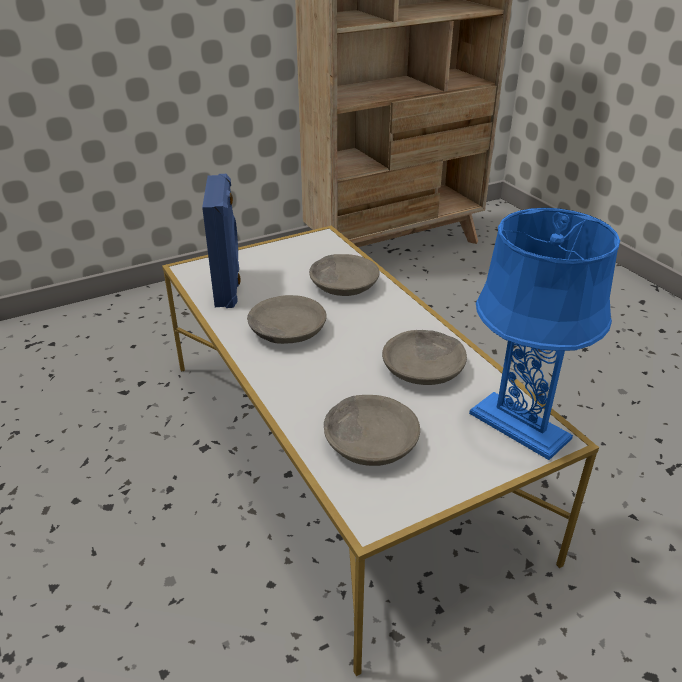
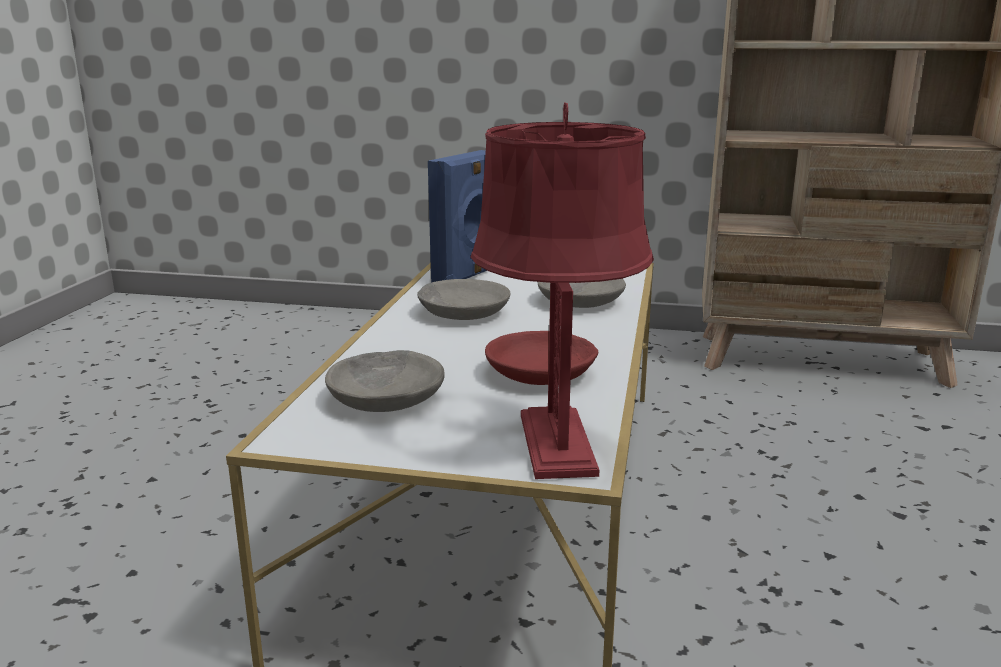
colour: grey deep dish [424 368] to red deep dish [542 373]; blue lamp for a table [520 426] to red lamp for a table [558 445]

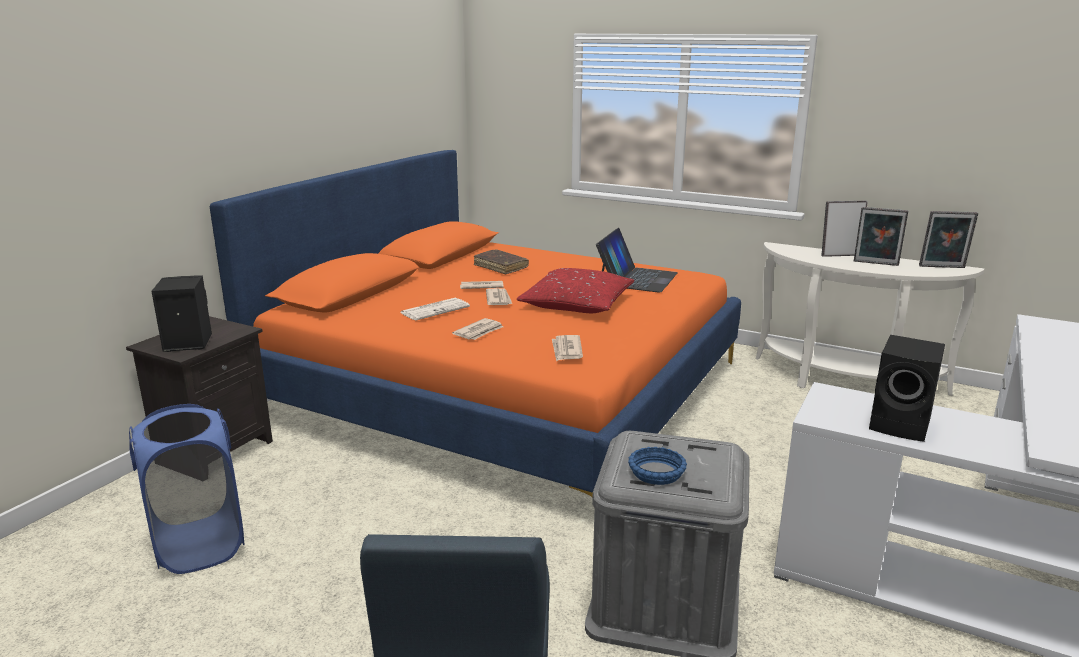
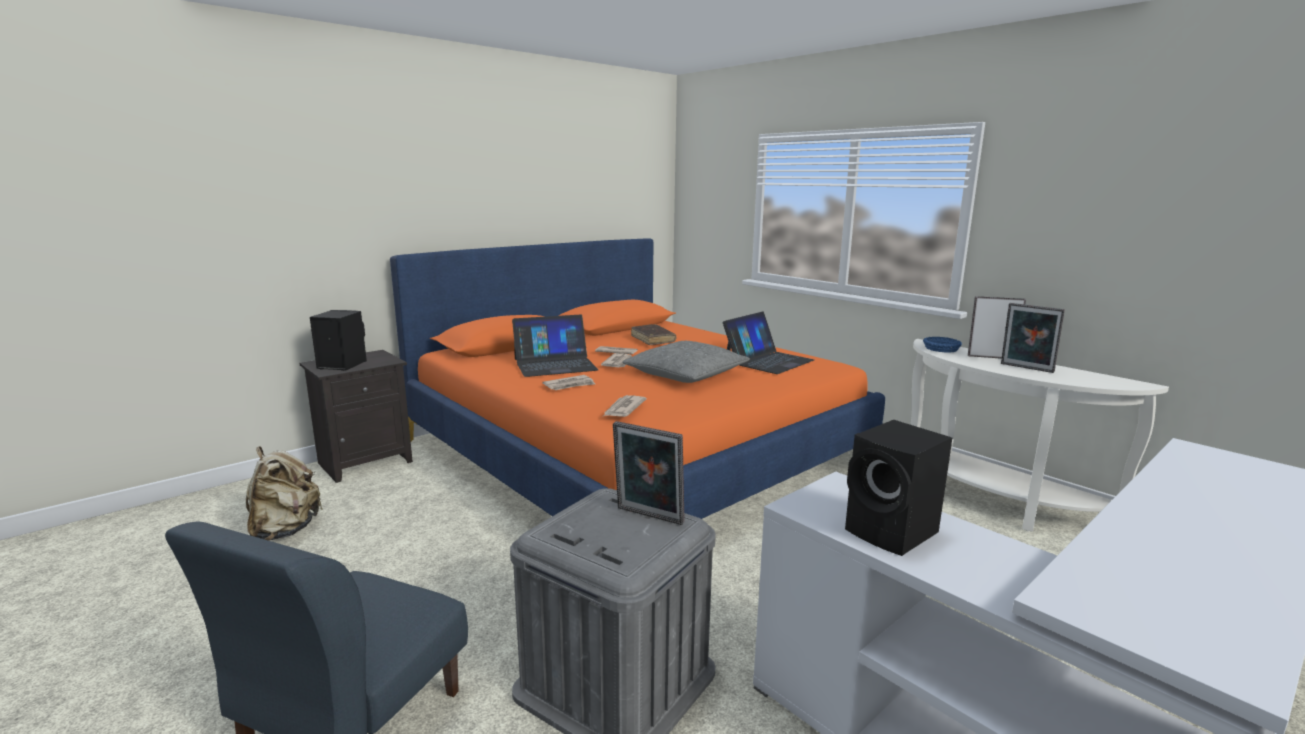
relocated: blue deep dish [656 471] to [941 348]; picture frame [942 267] to [648 517]
exchanged: blue hamper [199 545] to beige knapsack [285 531]; newspaper [435 310] to portable computer [555 364]
colour: red throw pillow [576 304] to grey throw pillow [685 374]

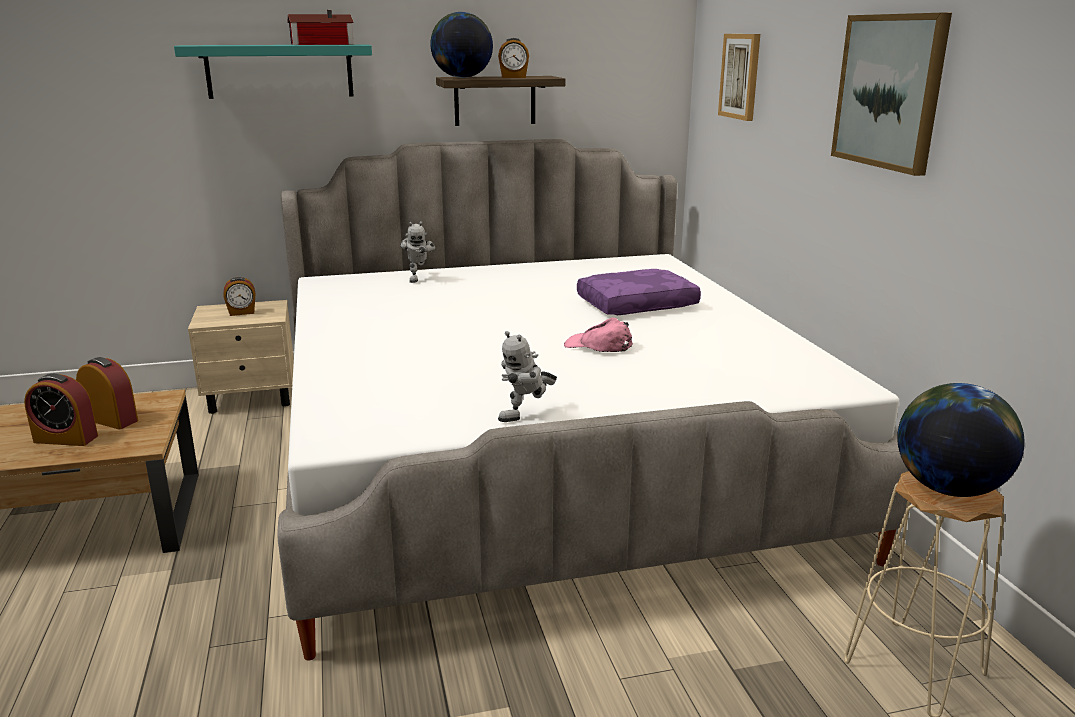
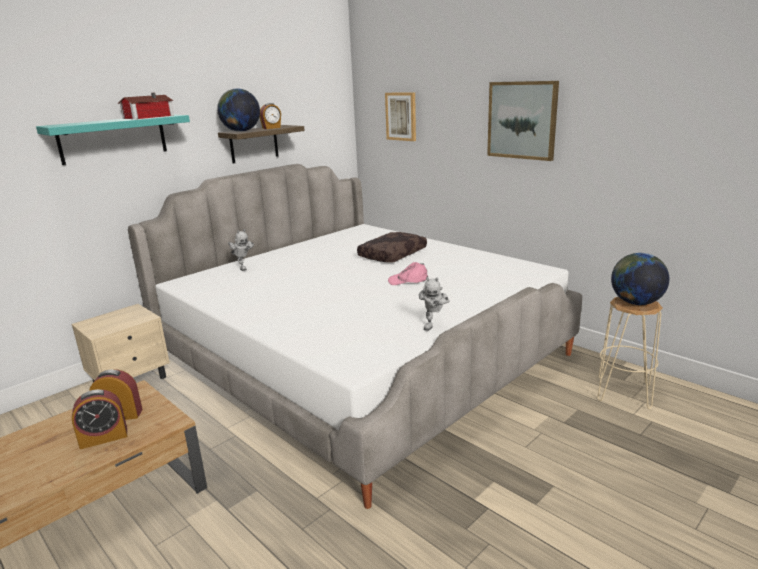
missing: bedside clock [242 312]
colour: purplish throw pillow [637 304] to brownish throw pillow [392 254]

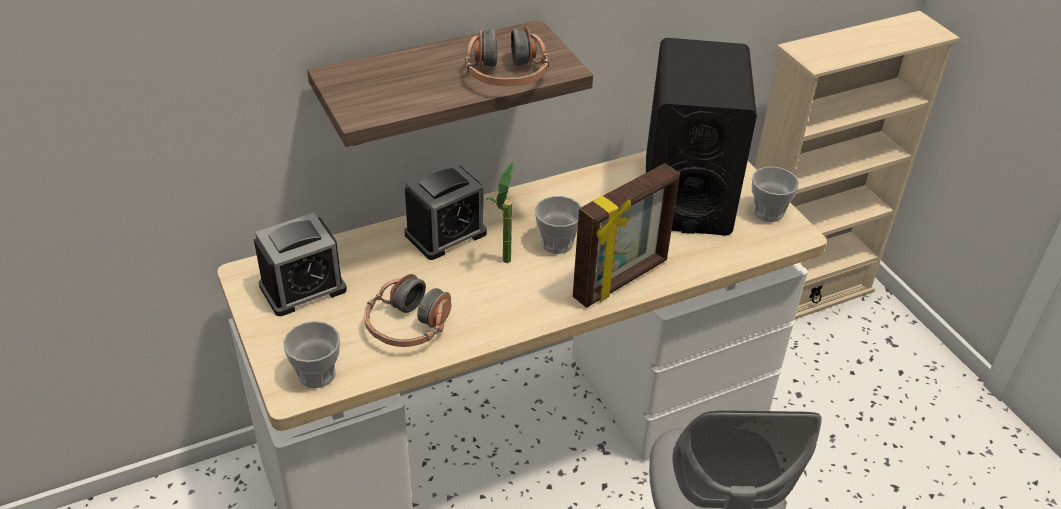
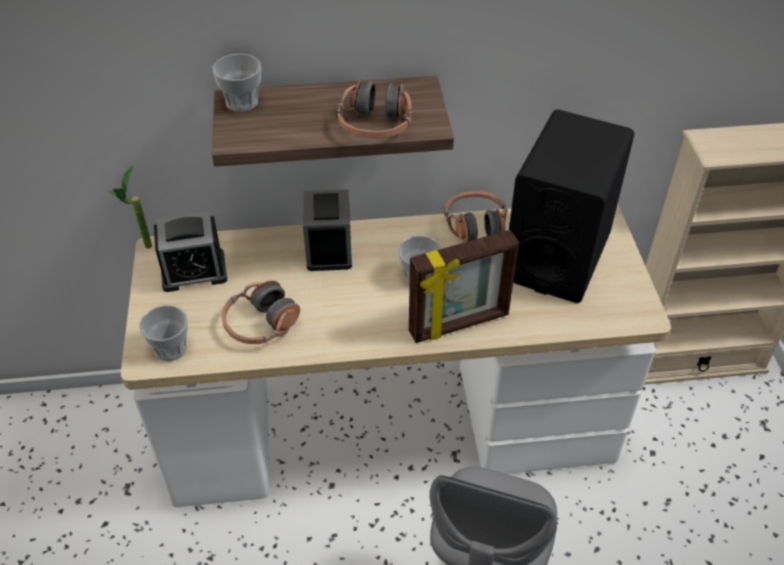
appeared: pair of headphones [475 225]
relocated: potted plant [504 266] to [143 250]; small cup [768 212] to [242 102]
spun: bedside clock [445 234] = [329 248] 105 degrees clockwise

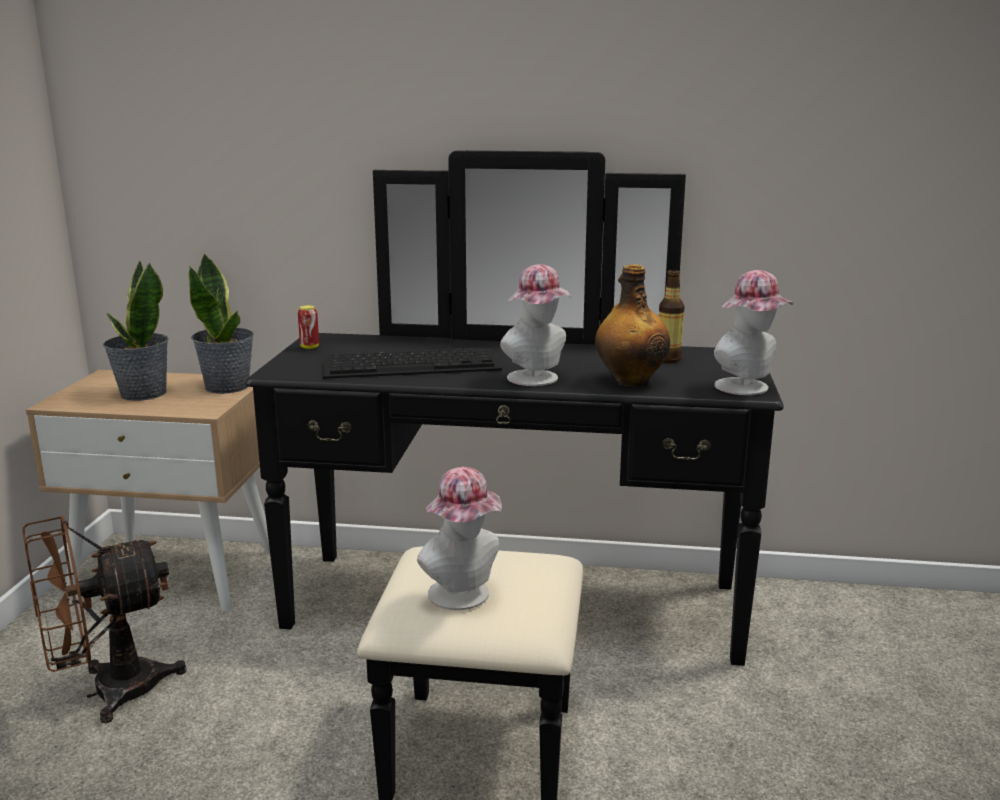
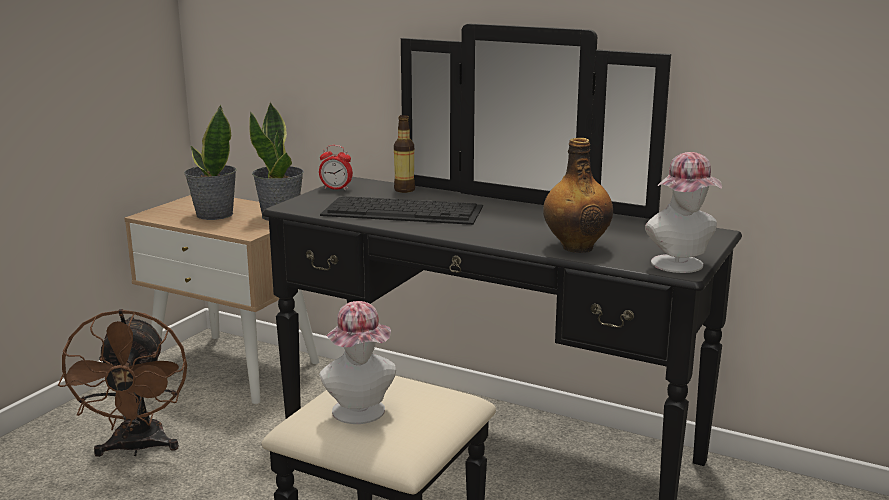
missing: wearable hat [537 379]
relocated: bottle [668 359] to [404 190]
exchanged: metal can [309 347] to bedside clock [336 189]
spun: brownish cooling fan [108 692] = [137 448] 90 degrees counterclockwise

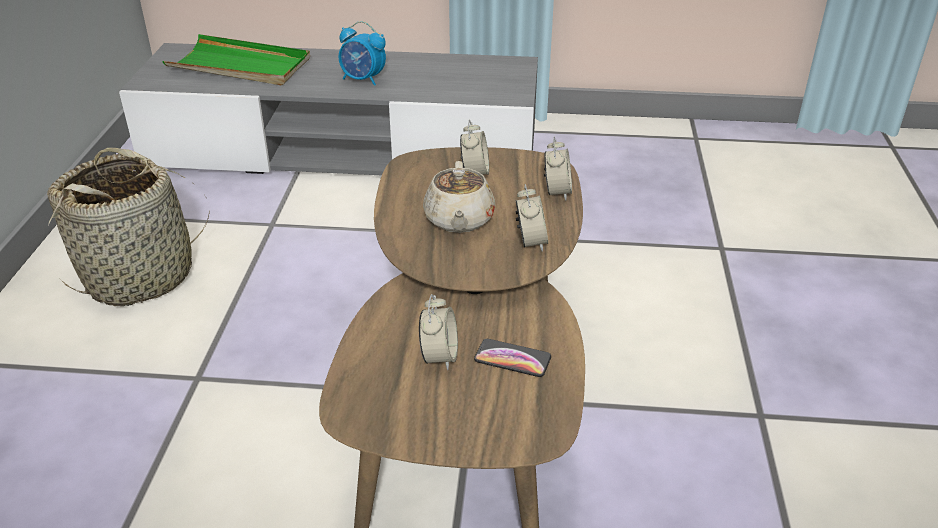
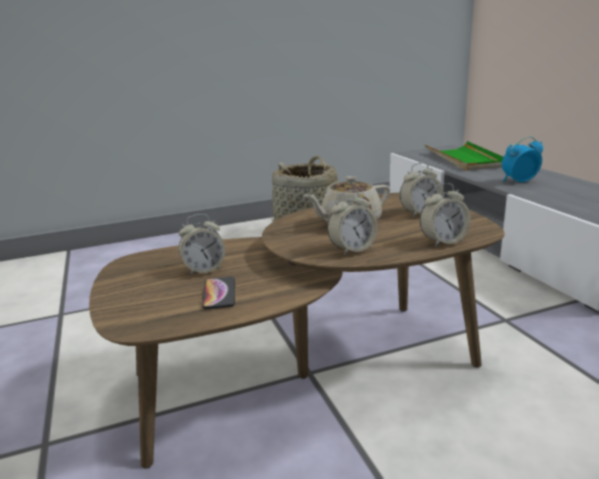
spun: bedside clock [363 79] = [518 181] 75 degrees clockwise

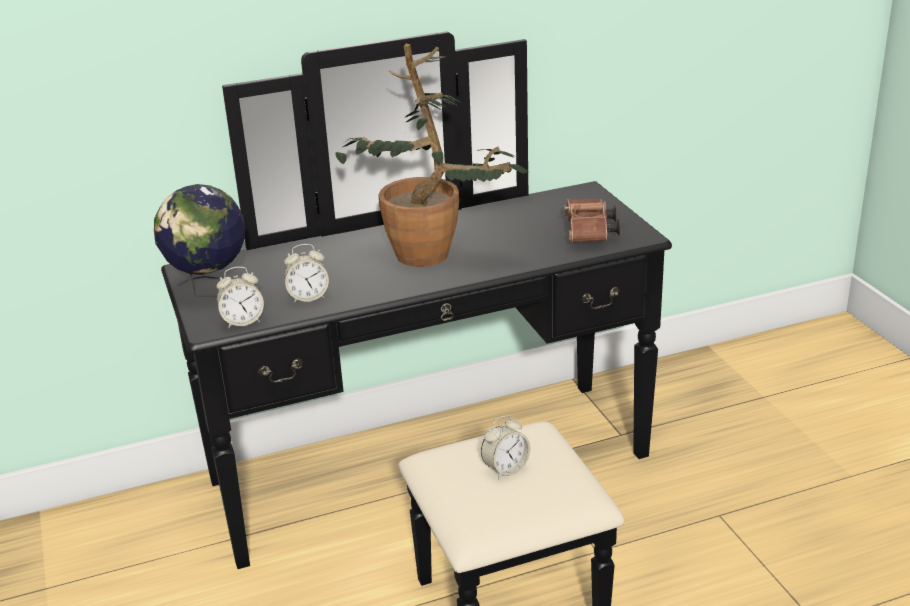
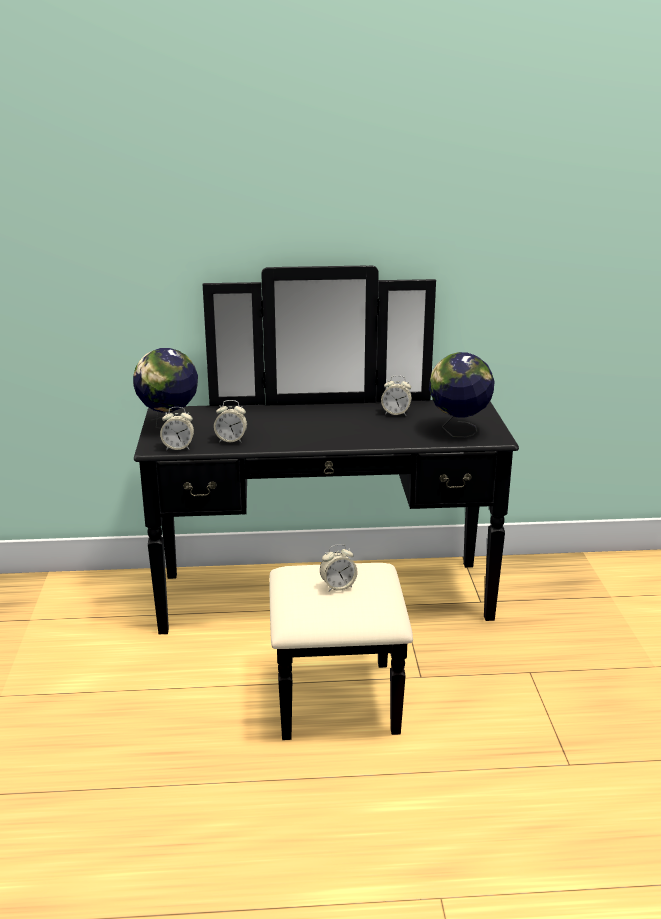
missing: potted plant [434 258]
appeared: bedside clock [396 413]
exchanged: brownish binoculars [589 234] to world globe [458 431]

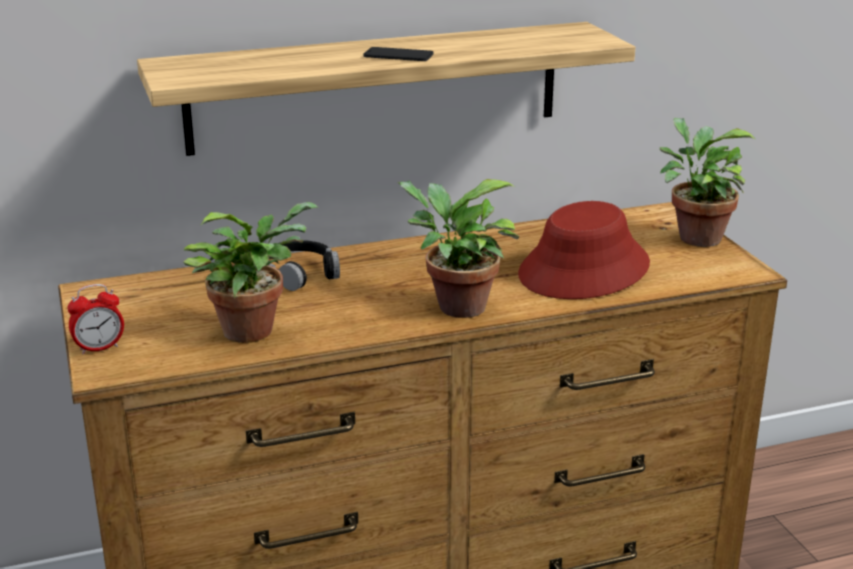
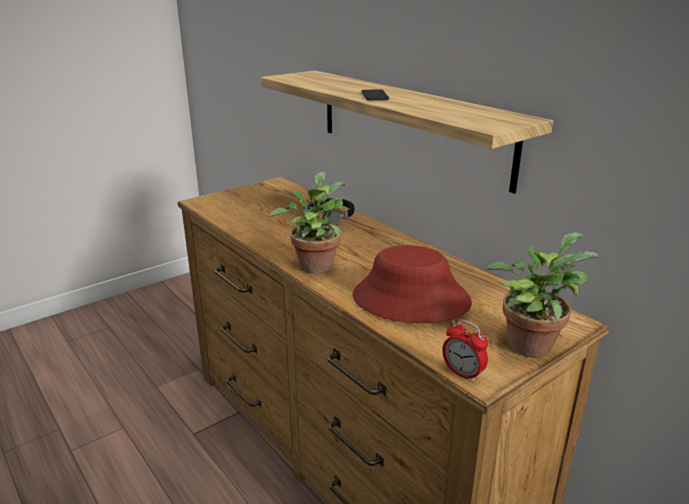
missing: potted plant [253 329]
relocated: bedside clock [99 348] to [462 373]

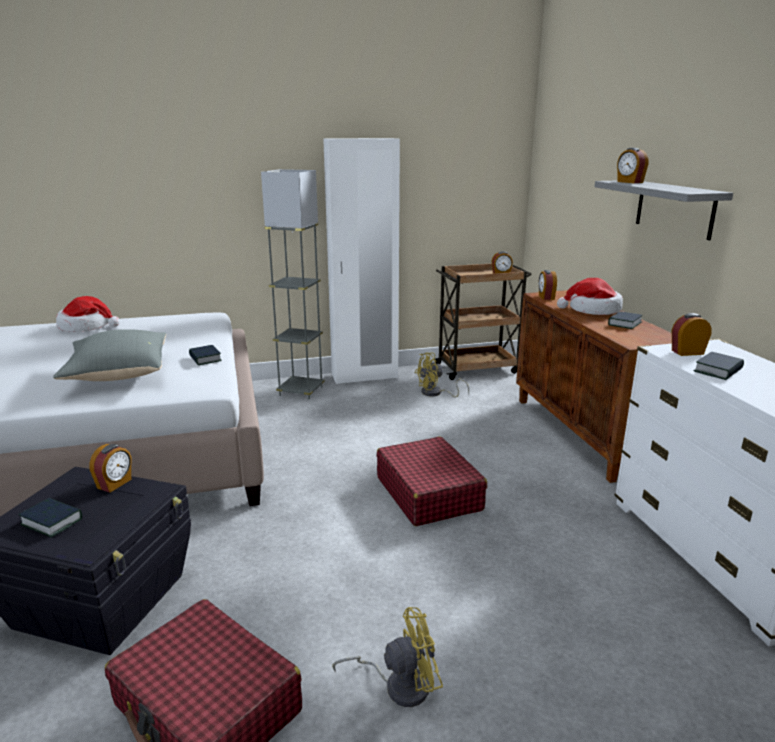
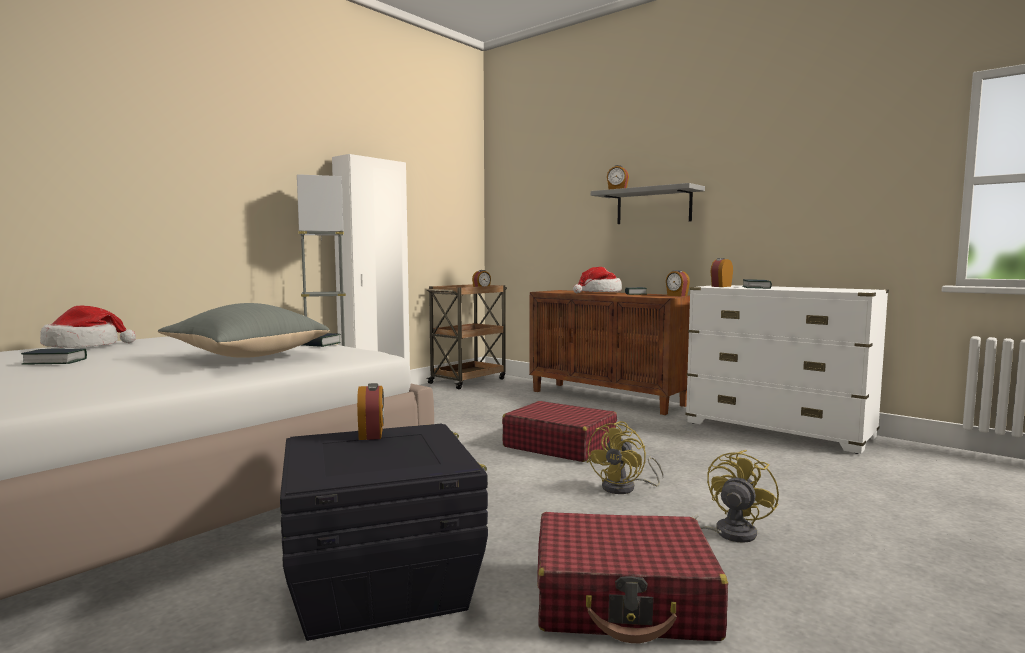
relocated: volume [52 521] to [55 362]; yellow-coloured cooling fan [436 393] to [625 488]; bedside clock [546 297] to [677 295]

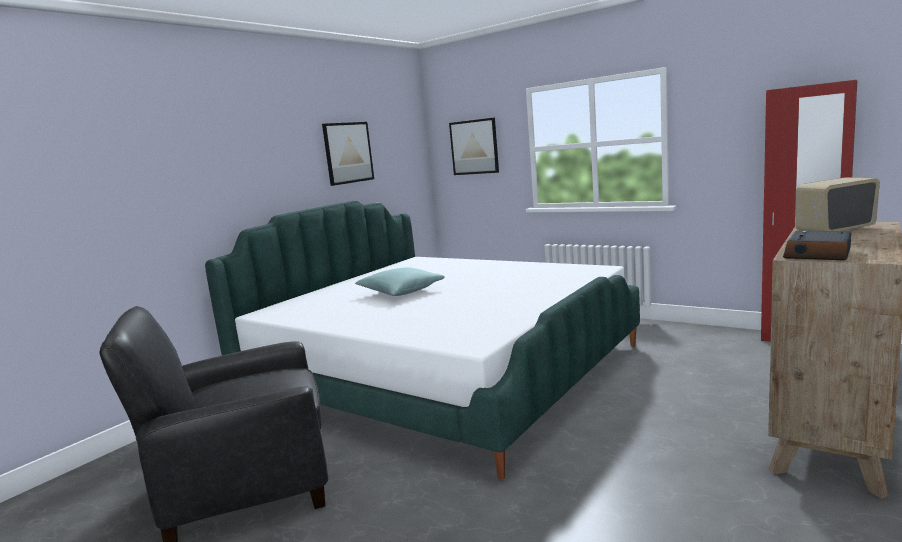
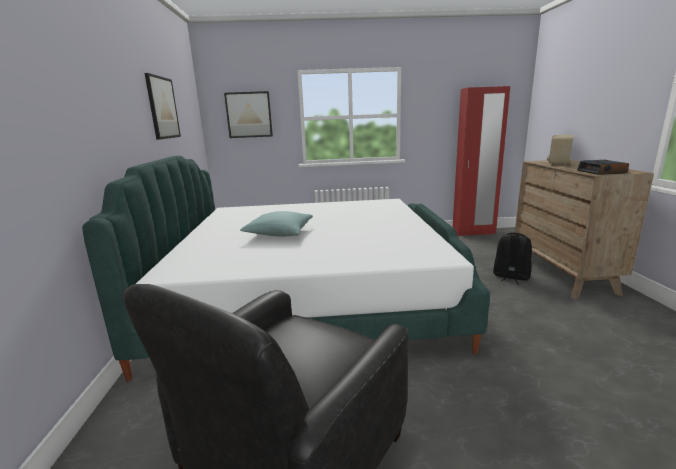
appeared: black-coloured knapsack [510 277]

